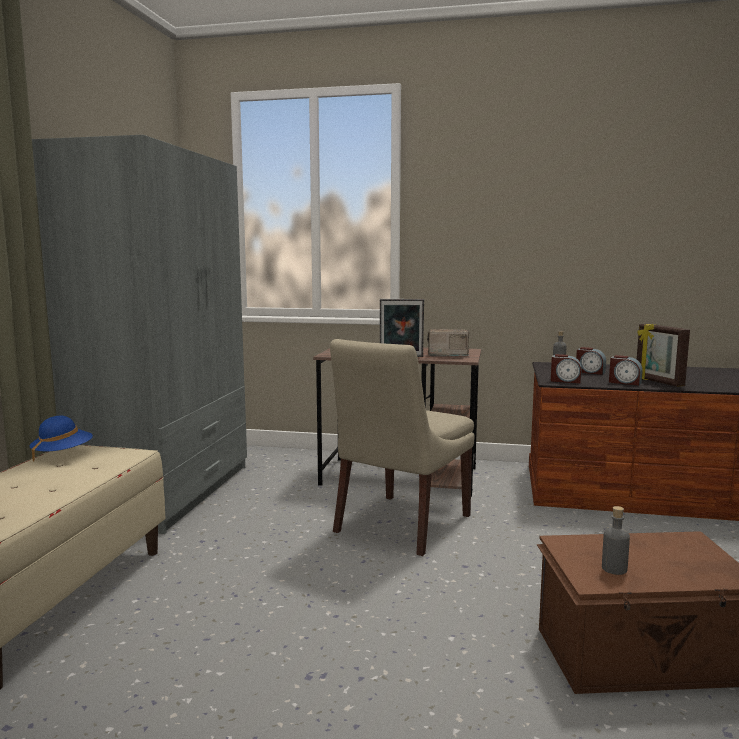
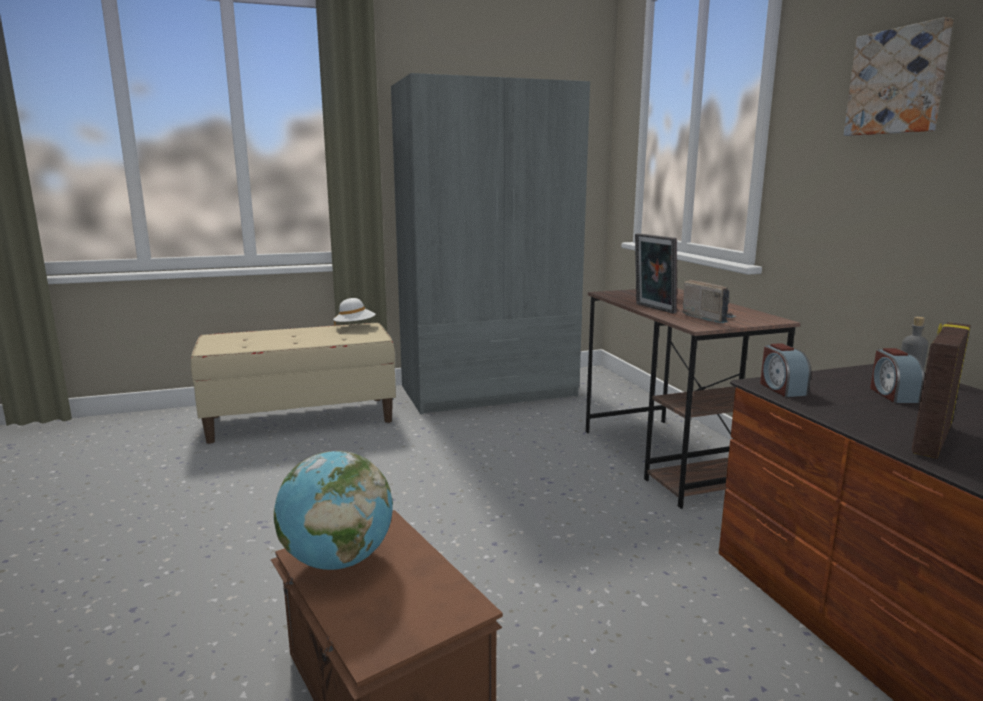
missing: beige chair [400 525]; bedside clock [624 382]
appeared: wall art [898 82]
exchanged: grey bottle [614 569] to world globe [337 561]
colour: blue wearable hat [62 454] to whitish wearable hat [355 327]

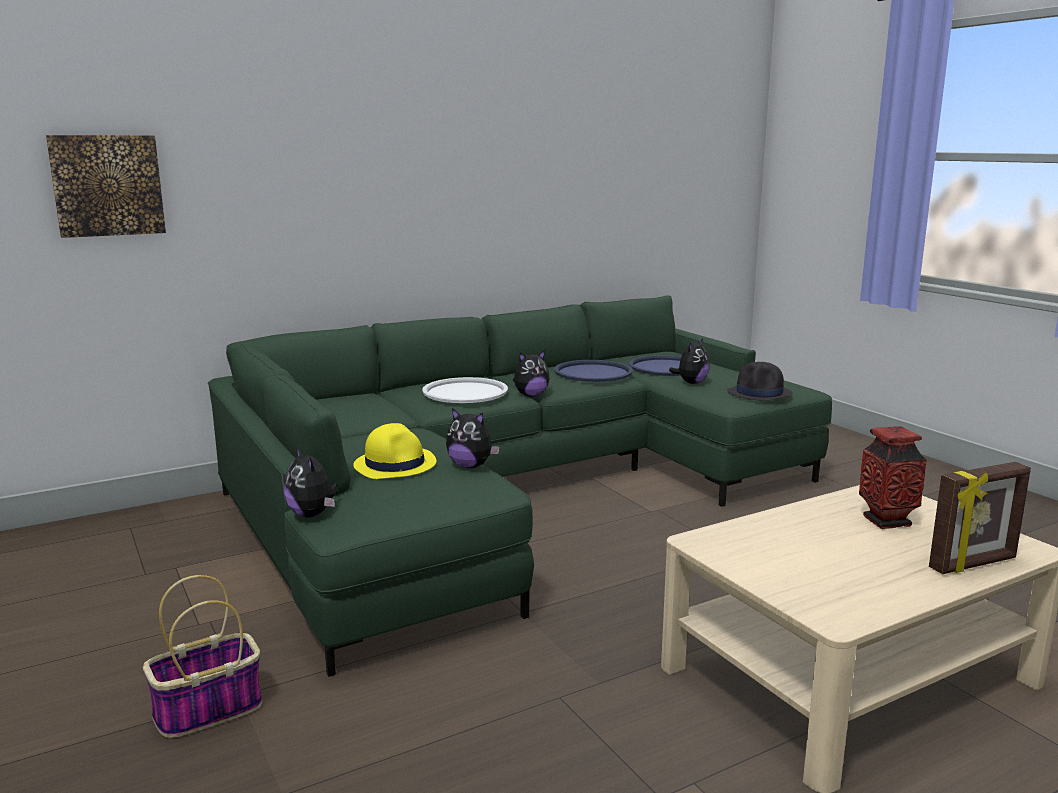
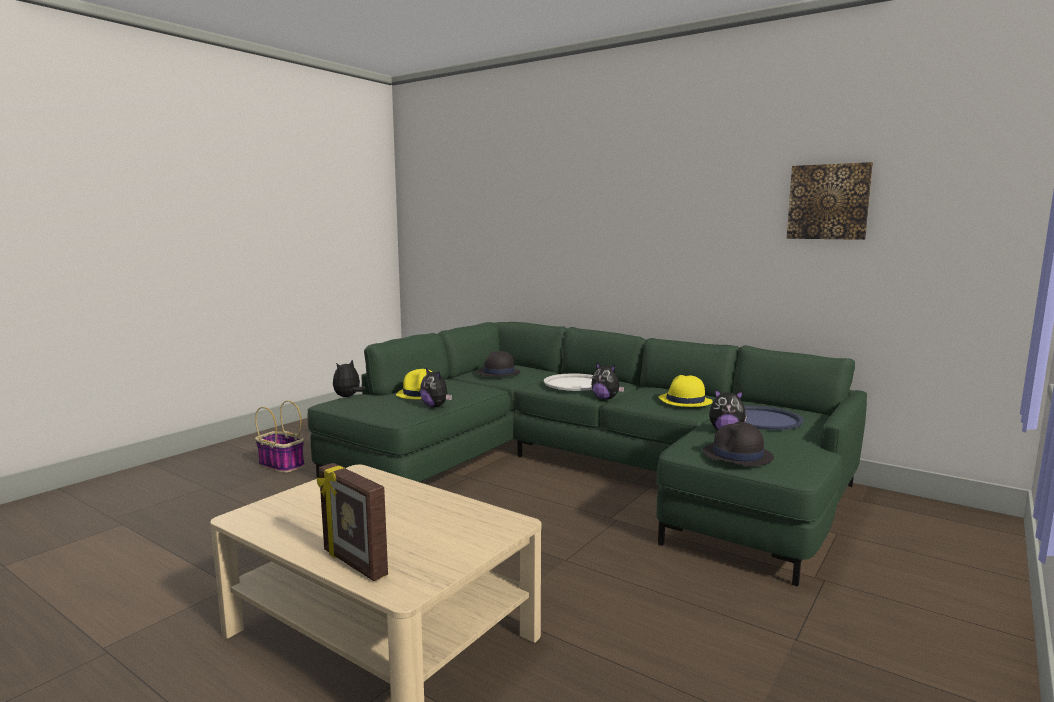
missing: decorative vase [886 521]
appeared: black-coloured wearable hat [498 373]
relocated: wall art [107 185] to [828 202]
exchanged: blue tray [593 372] to yellow-coloured wearable hat [684 401]
spun: soft toy [470 466] = [436 406] 45 degrees counterclockwise

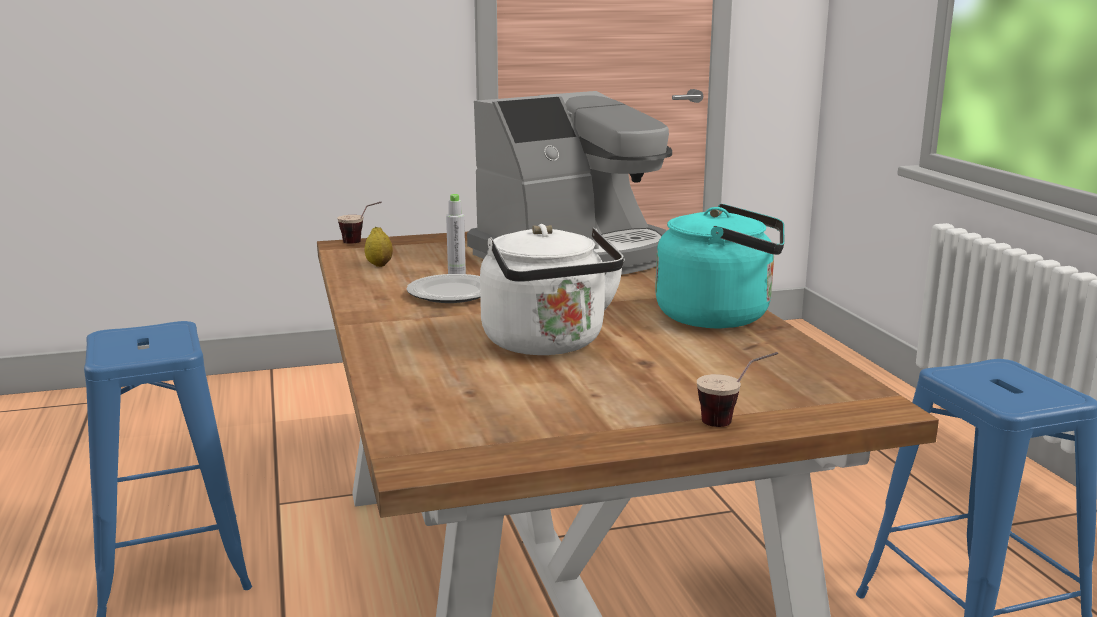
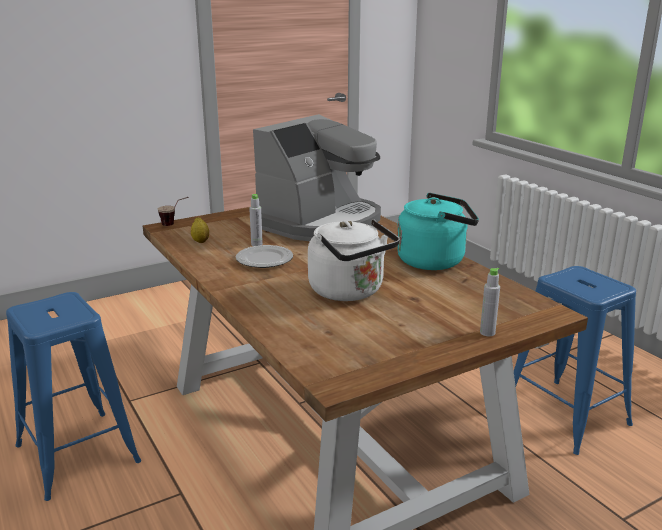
exchanged: small cup [734 421] to grey bottle [487 333]

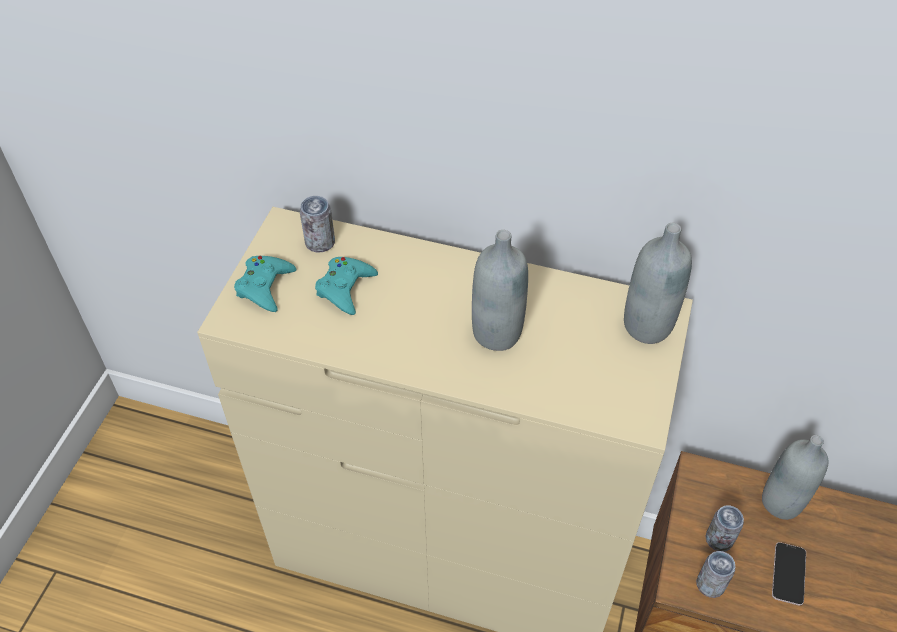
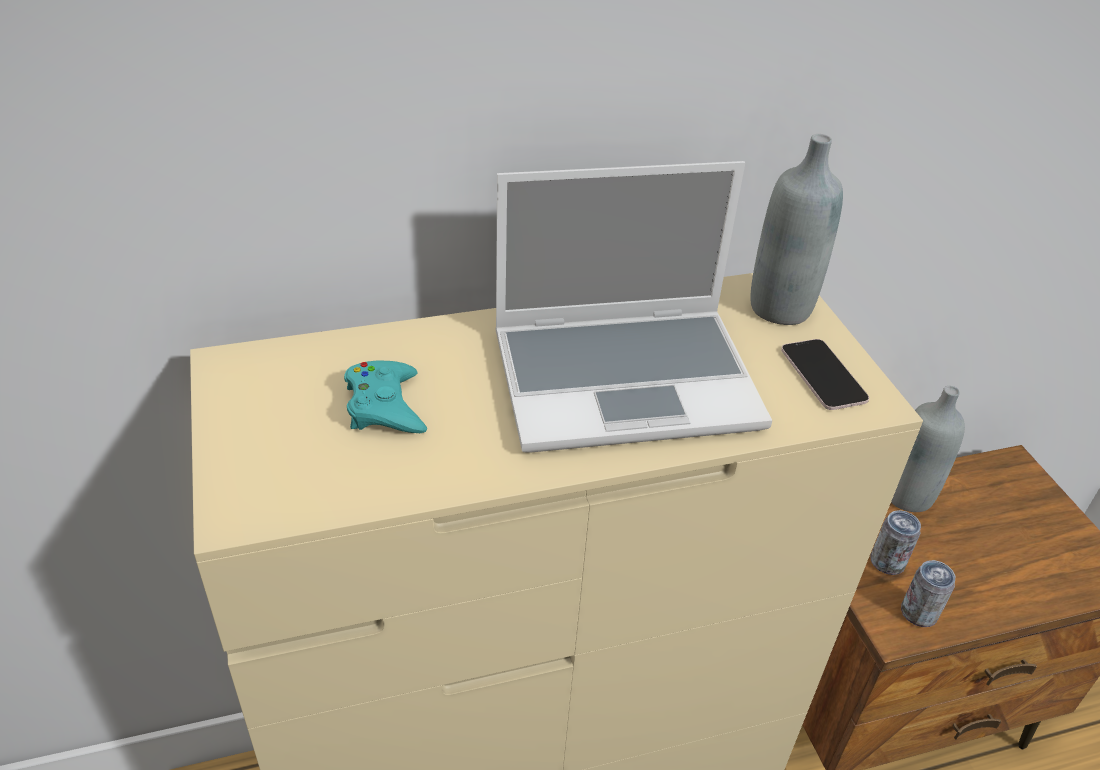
missing: turquoise game controller [265 287]; metal can [320 243]
relocated: phone [788 574] to [823 375]
exchanged: grey bottle [497 333] to portable computer [627 379]

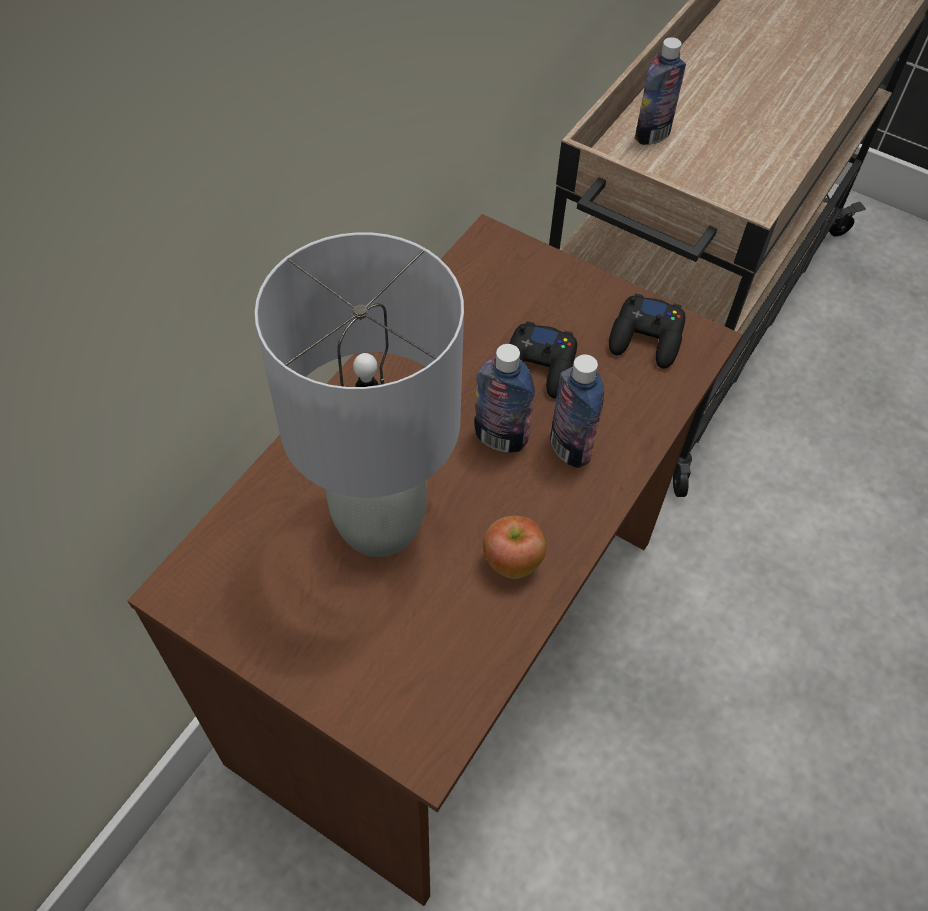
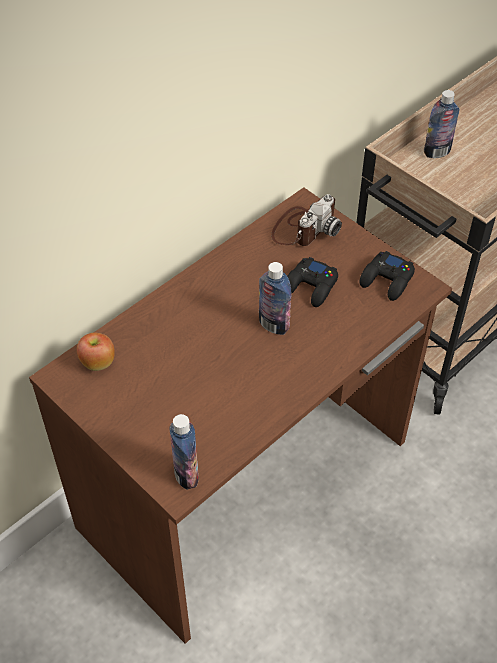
missing: grey lamp for a table [379 522]
appeared: photo camera [304 227]
relocated: apple fruit [512 561] to [98 363]; bottle [569 448] to [186 474]

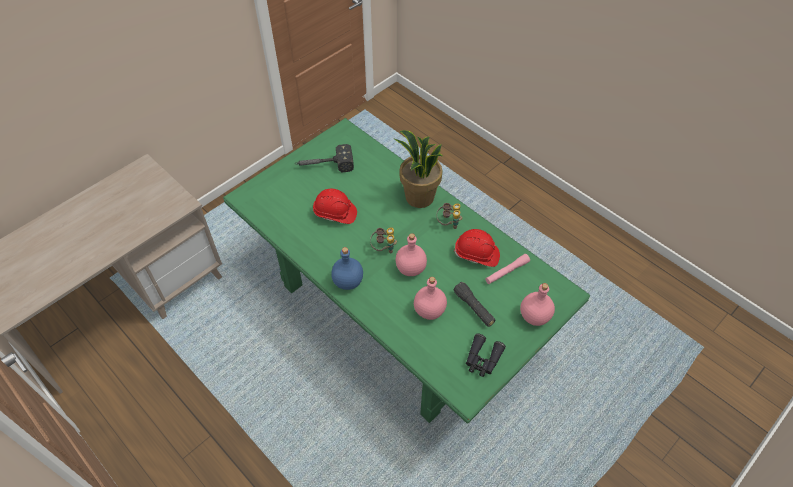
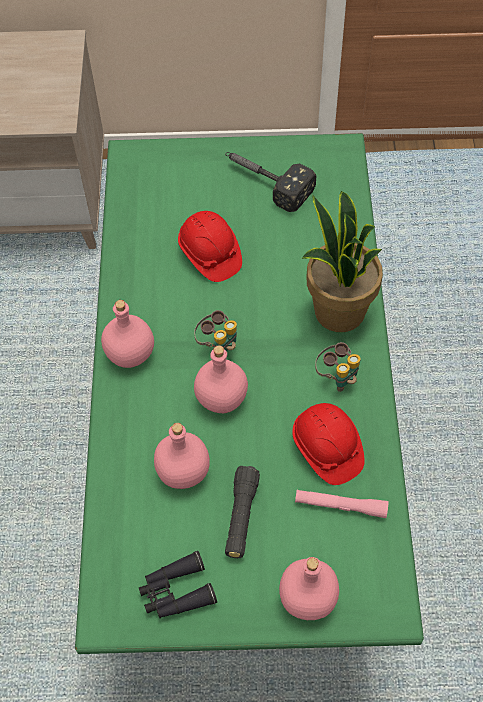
colour: blue bottle [348 282] to pinkish bottle [130 354]

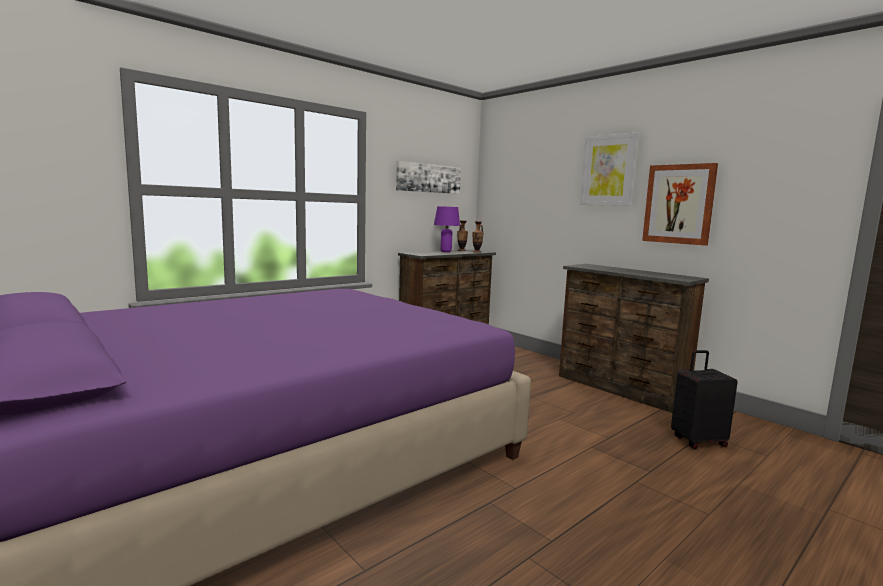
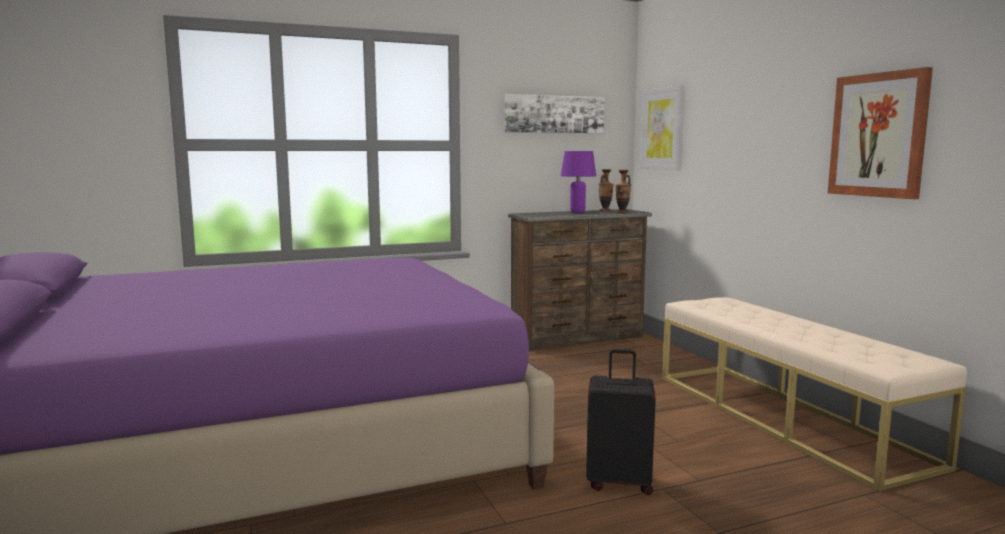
relocated: wall art [609 170] to [662 129]; black-coloured suitcase [698 441] to [619 482]
exchanged: brownish chest of drawers [620 389] to beige long seat [784 417]

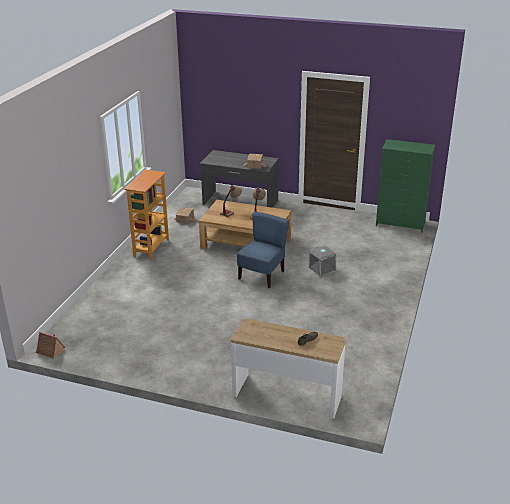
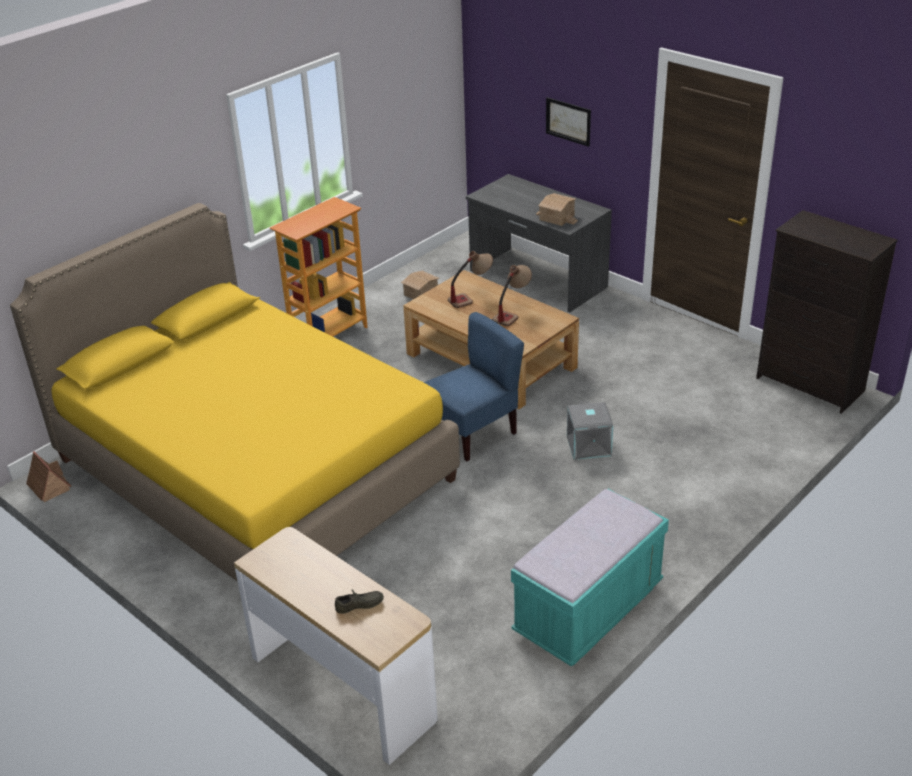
appeared: yellow-coloured sleeping bed [254 470]; turquoise long seat [588 610]; wall art [568 121]
colour: green-coloured chest of drawers [400 224] to black-coloured chest of drawers [810 385]

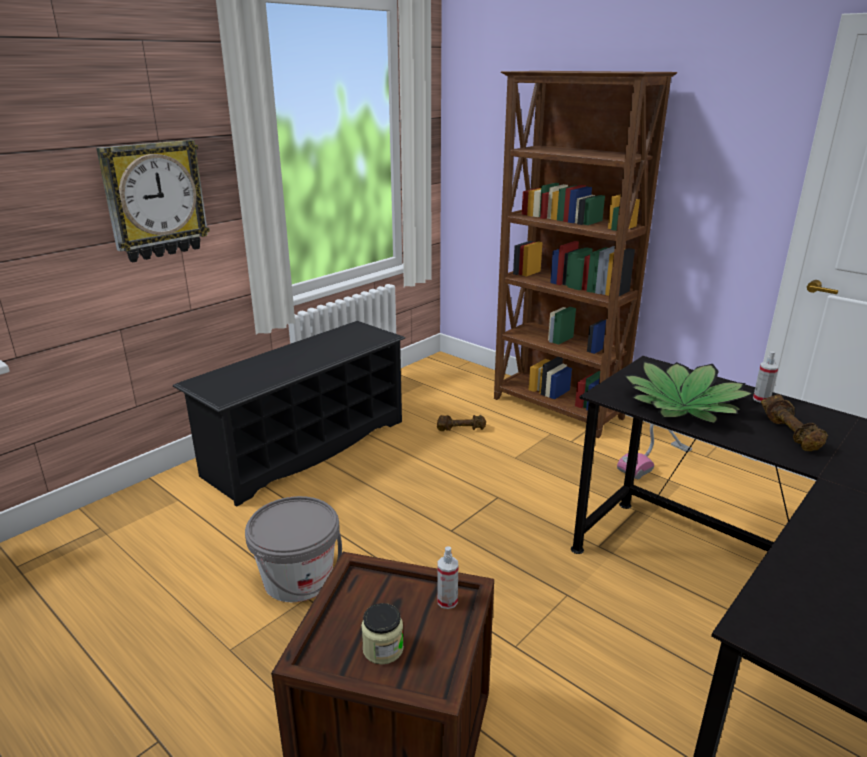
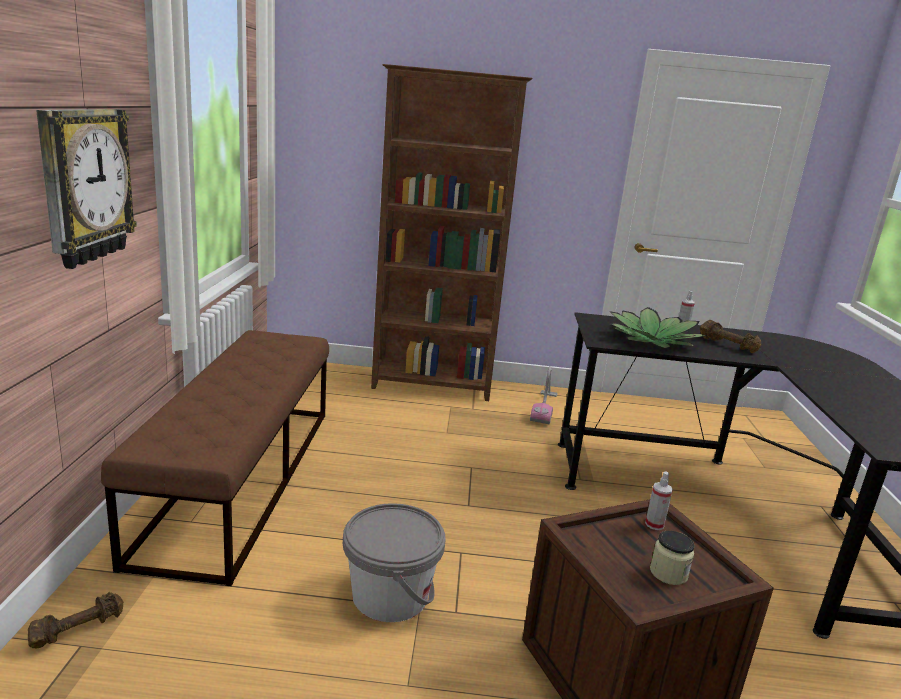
relocated: brownish free weight [461 429] to [77 629]
exchanged: black-coloured shoe rack [306 447] to brownish long seat [241 477]

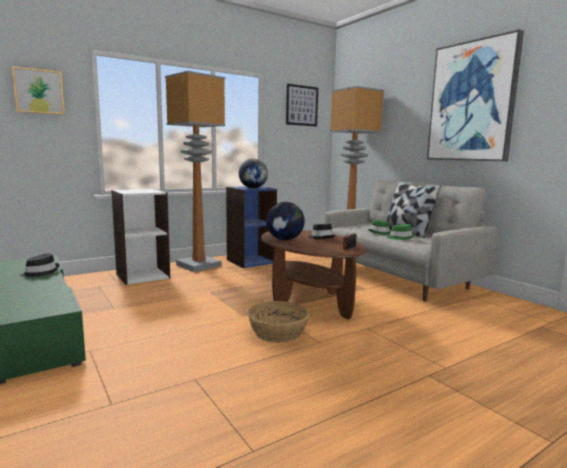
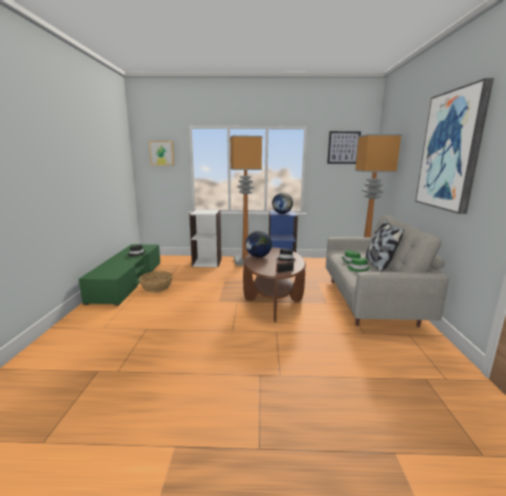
relocated: basket [277 333] to [156 287]

